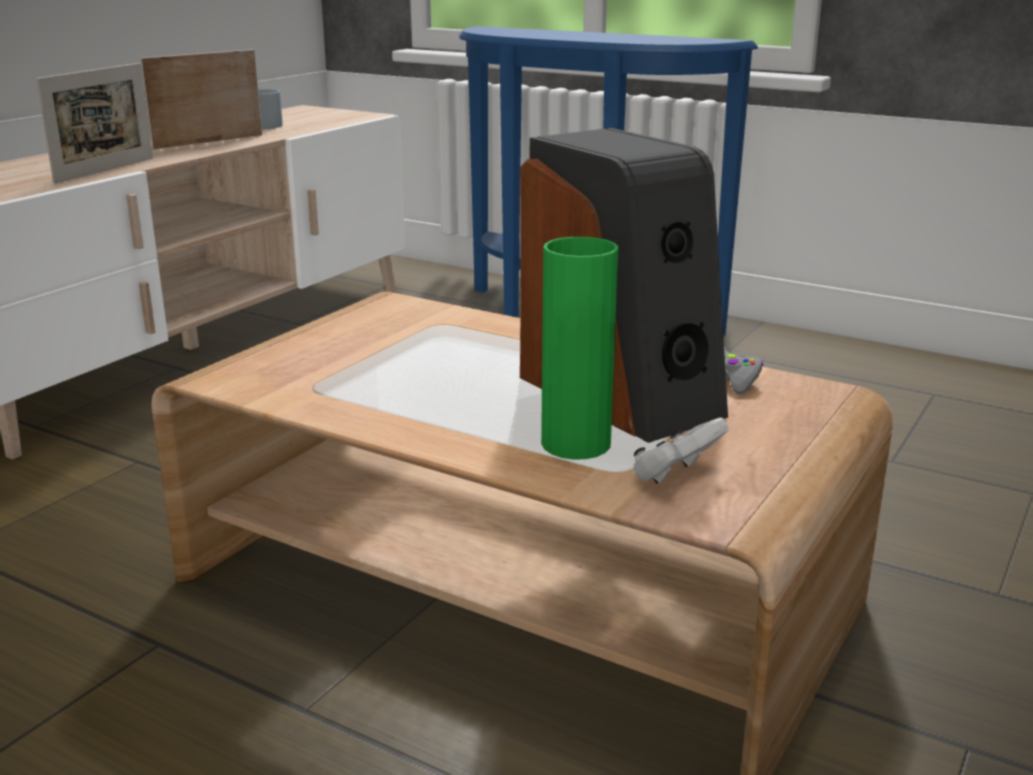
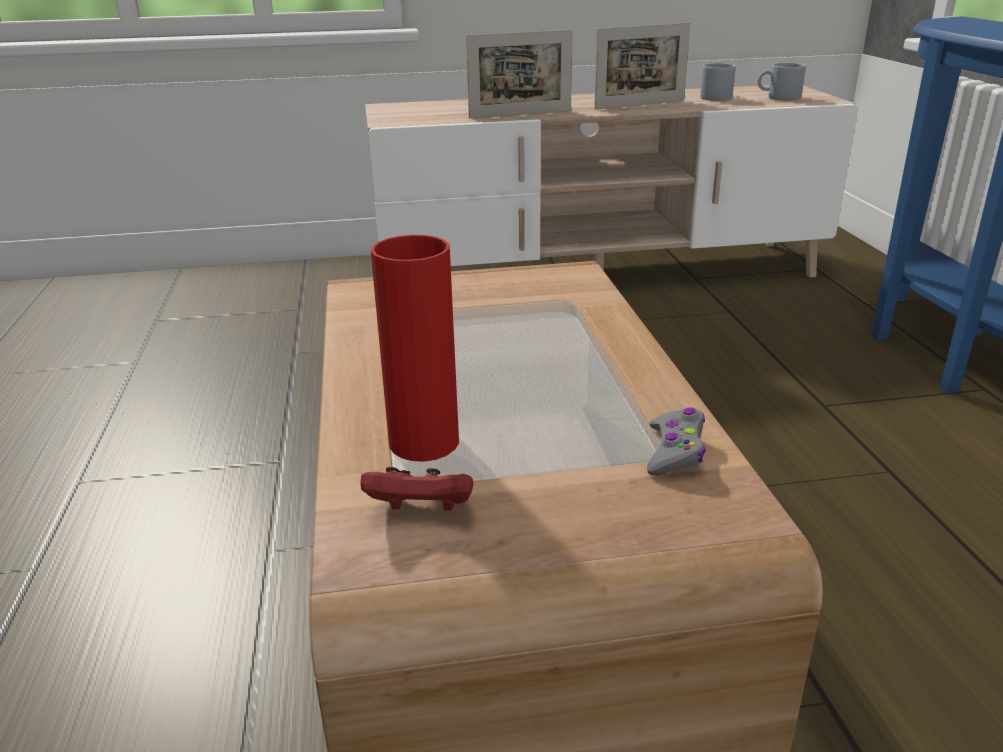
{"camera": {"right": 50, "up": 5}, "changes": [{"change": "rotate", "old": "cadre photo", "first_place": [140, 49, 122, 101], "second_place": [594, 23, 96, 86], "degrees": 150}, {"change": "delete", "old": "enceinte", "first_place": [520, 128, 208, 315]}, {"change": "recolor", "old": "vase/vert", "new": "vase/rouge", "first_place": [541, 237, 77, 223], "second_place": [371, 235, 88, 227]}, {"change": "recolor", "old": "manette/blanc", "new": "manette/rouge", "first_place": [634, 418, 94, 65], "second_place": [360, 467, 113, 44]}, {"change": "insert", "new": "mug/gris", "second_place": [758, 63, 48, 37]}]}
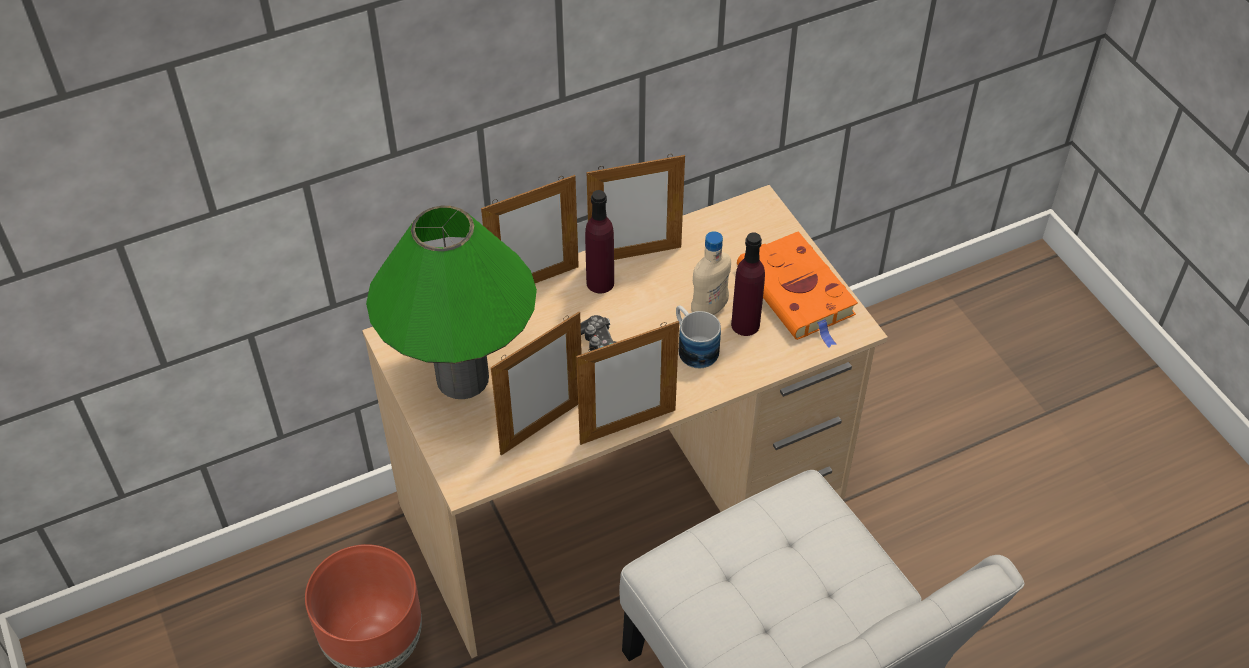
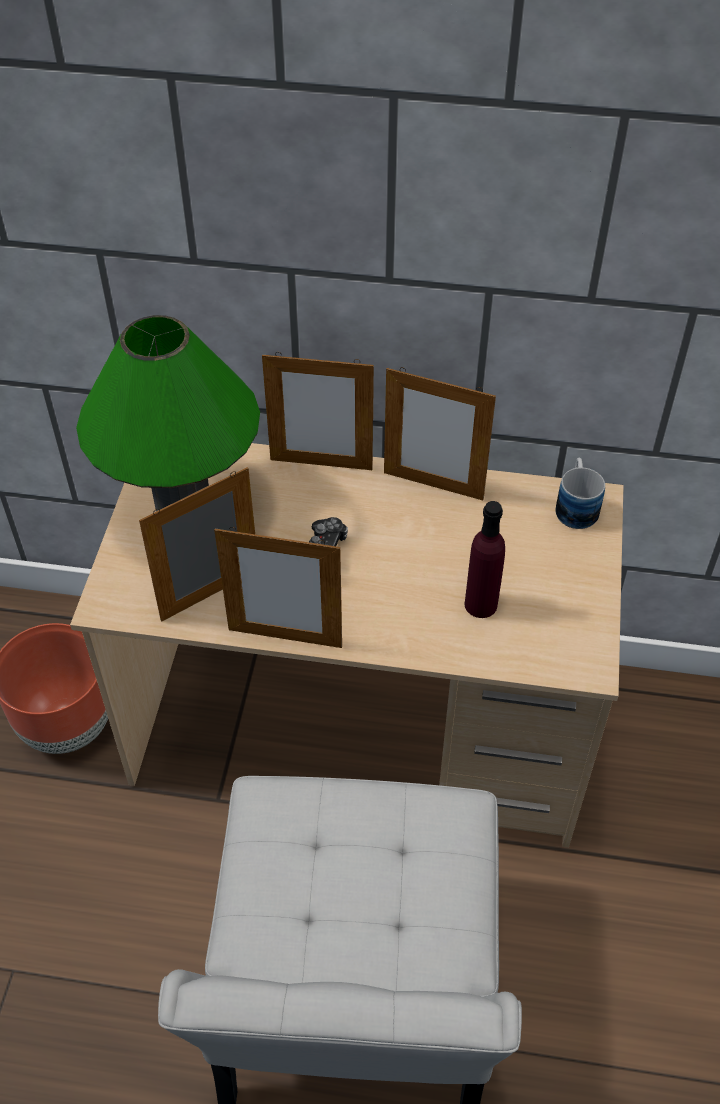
{"camera": {"right": 35, "up": 0}, "changes": [{"change": "rotate", "old": "cadre photo", "first_place": [491, 312, 91, 143], "second_place": [139, 467, 116, 155], "degrees": 150}, {"change": "delete", "old": "bouteille/violet", "first_place": [585, 190, 29, 103]}, {"change": "move", "old": "mug", "first_place": [676, 305, 45, 63], "second_place": [556, 458, 49, 71]}, {"change": "delete", "old": "bouteille/beige", "first_place": [691, 231, 40, 84]}, {"change": "delete", "old": "livre/orange", "first_place": [737, 231, 121, 117]}]}
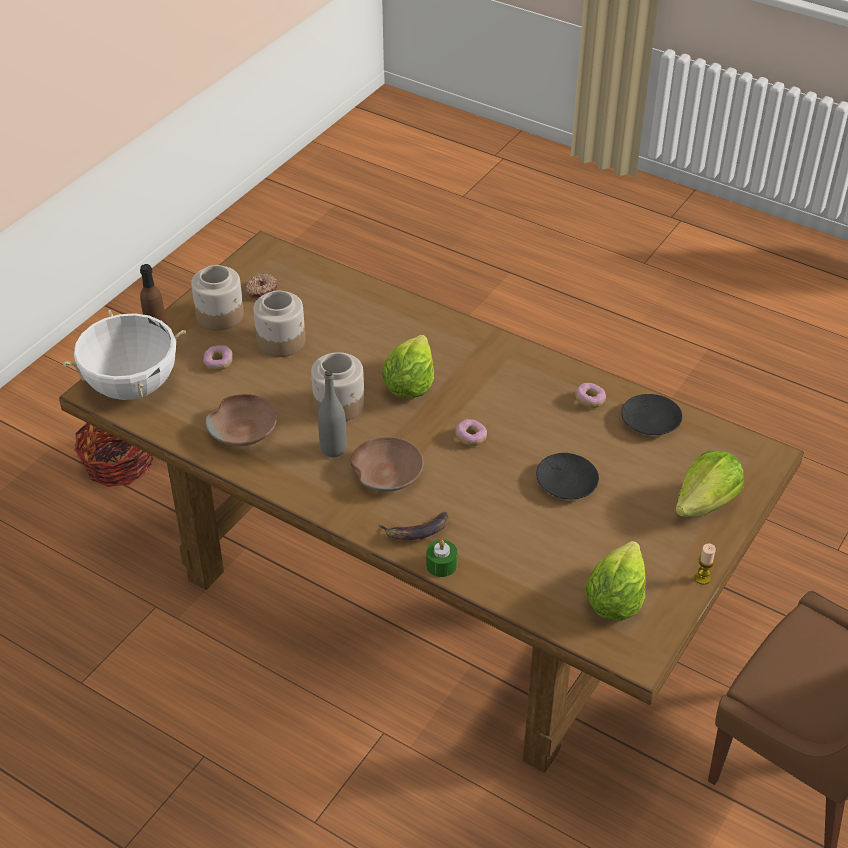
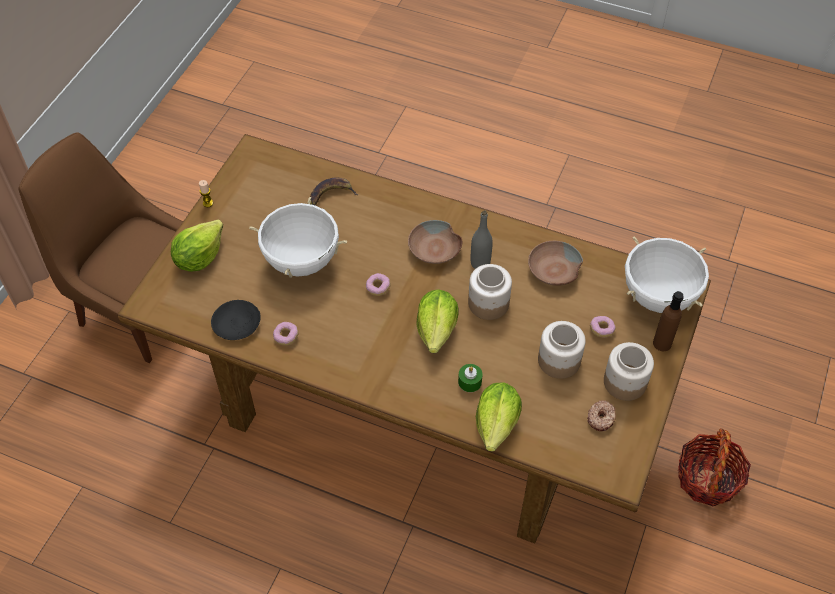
{"camera": {"right": 170, "up": 10}, "changes": [{"change": "move", "old": "banane", "first_place": [378, 512, 72, 28], "second_place": [310, 178, 48, 28]}, {"change": "move", "old": "bougie/vert", "first_place": [426, 540, 31, 37], "second_place": [458, 364, 25, 28]}, {"change": "replace", "old": "assiette/noir", "new": "marmite/blanc", "first_place": [536, 453, 63, 46], "second_place": [249, 197, 98, 81]}, {"change": "move", "old": "laitue", "first_place": [585, 541, 61, 80], "second_place": [476, 382, 46, 70]}]}
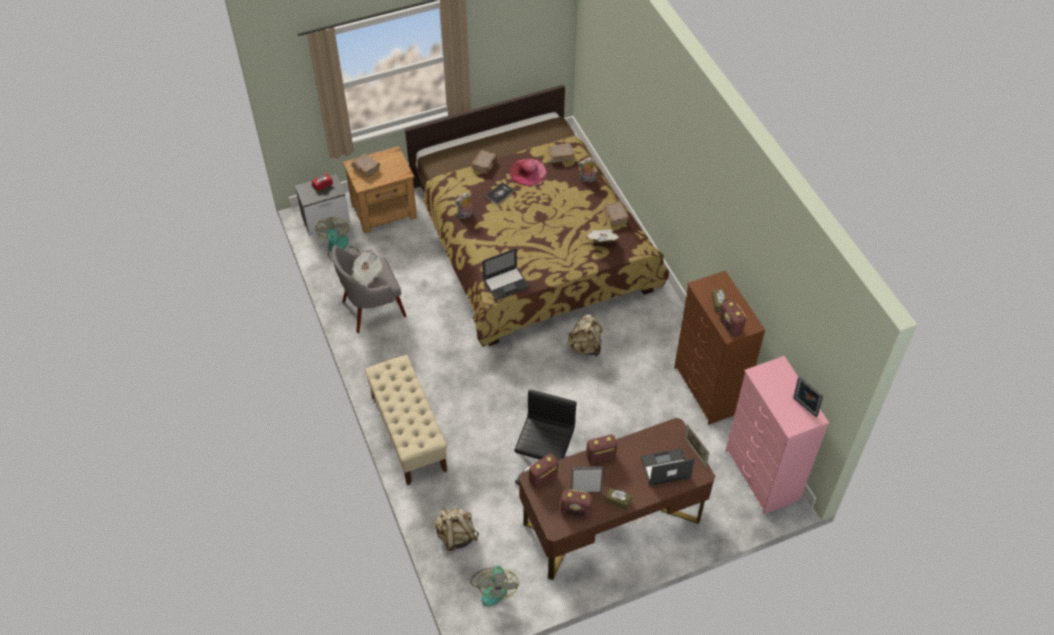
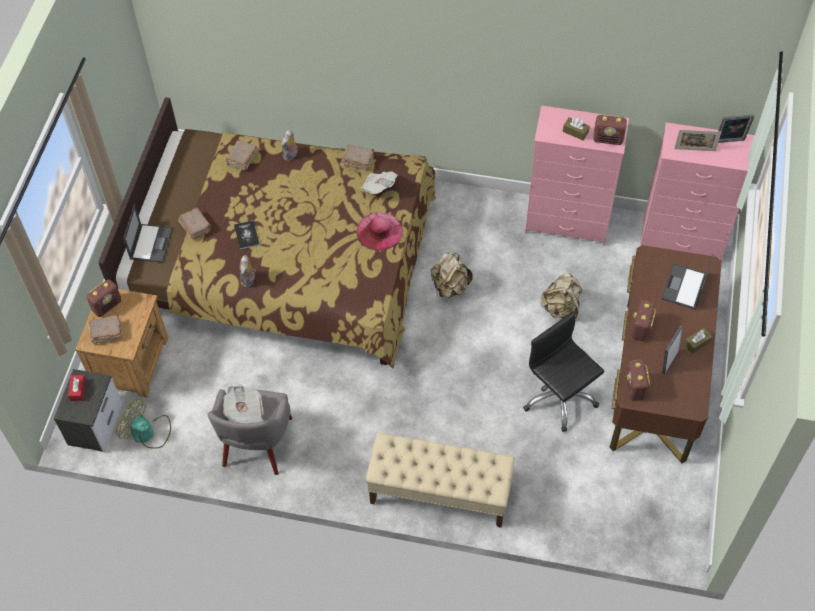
{"camera": {"right": -55, "up": 5}, "changes": [{"change": "move", "old": "sac à dos/beige", "first_place": [434, 507, 45, 44], "second_place": [541, 273, 41, 46]}, {"change": "delete", "old": "ventilateur", "first_place": [470, 566, 49, 40]}, {"change": "move", "old": "ordinateur portable", "first_place": [482, 248, 48, 52], "second_place": [123, 204, 50, 59]}, {"change": "move", "old": "chapeau/rose", "first_place": [509, 159, 38, 27], "second_place": [357, 212, 46, 39]}, {"change": "move", "old": "radio", "first_place": [561, 489, 31, 29], "second_place": [86, 280, 35, 37]}, {"change": "recolor", "old": "commode/marron", "new": "commode/rose", "first_place": [674, 271, 92, 154], "second_place": [525, 106, 104, 140]}, {"change": "move", "old": "cadre photo", "first_place": [684, 423, 26, 44], "second_place": [674, 129, 47, 22]}]}
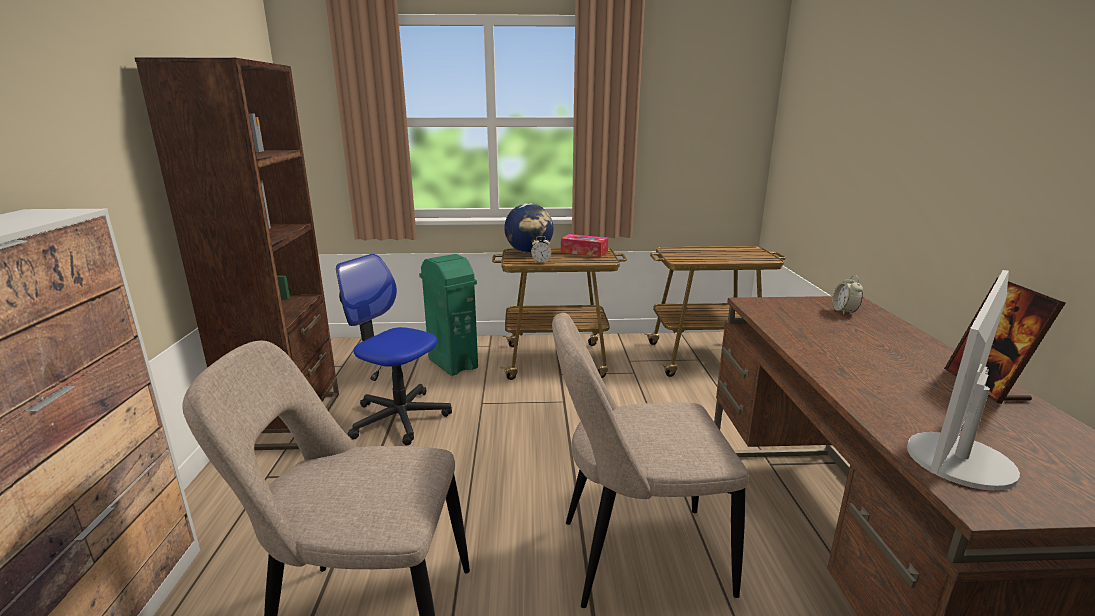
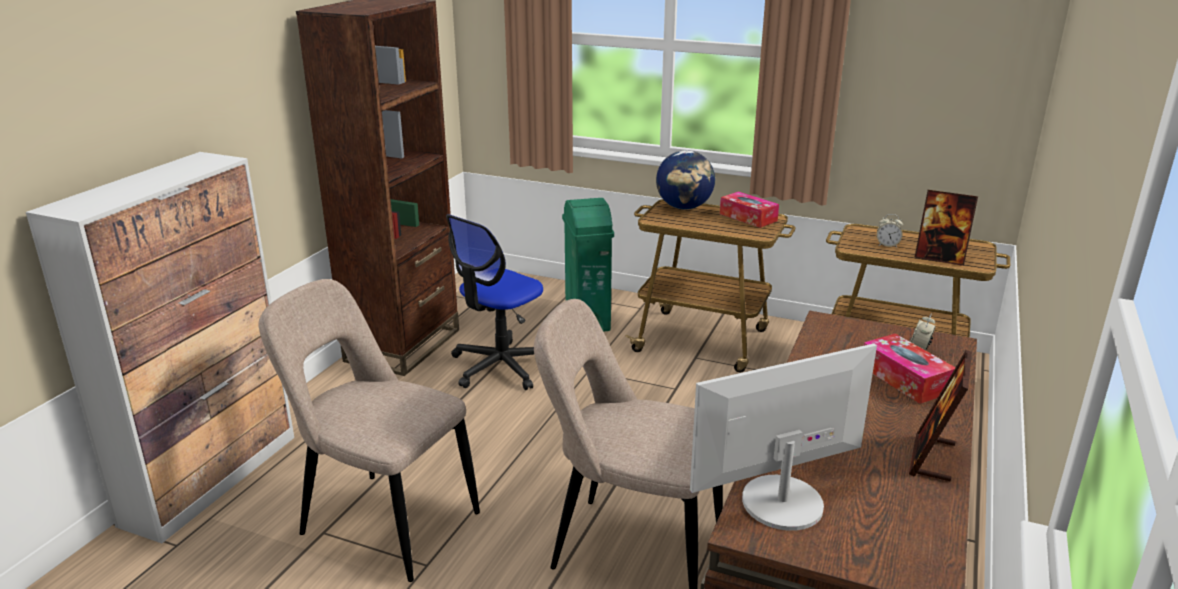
{"camera": {"right": 25, "up": 5}, "changes": [{"change": "rotate", "old": "chaise de bureau", "first_place": [336, 254, 116, 191], "second_place": [446, 214, 97, 176], "degrees": -105}, {"change": "move", "old": "réveil", "first_place": [531, 236, 20, 27], "second_place": [877, 214, 26, 34]}, {"change": "insert", "new": "boîte à mouchoirs", "second_place": [863, 334, 92, 70]}, {"change": "insert", "new": "cadre photo", "second_place": [914, 190, 64, 76]}]}
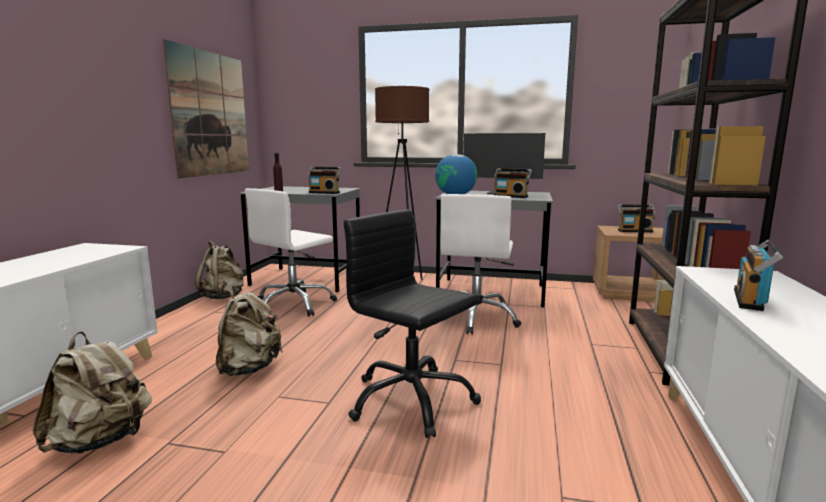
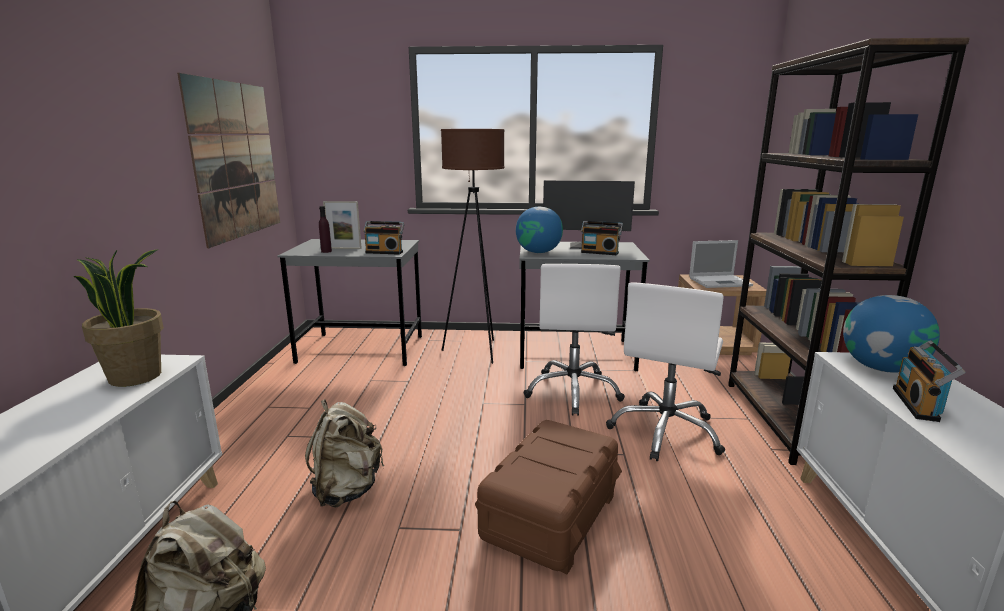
{"camera": {"right": -10, "up": 5}, "changes": [{"change": "delete", "old": "sac à dos/beige", "first_place": [195, 240, 49, 59]}, {"change": "move", "old": "chaise de bureau/blanc", "first_place": [245, 188, 92, 129], "second_place": [606, 282, 119, 180]}, {"change": "replace", "old": "chaise de bureau/noir", "new": "boîte de rangement/marron", "first_place": [344, 210, 137, 228], "second_place": [475, 420, 147, 154]}, {"change": "replace", "old": "radio", "new": "ordinateur portable", "first_place": [617, 204, 38, 28], "second_place": [689, 240, 64, 48]}, {"change": "insert", "new": "plante en pot", "second_place": [73, 249, 91, 138]}, {"change": "insert", "new": "cadre photo", "second_place": [323, 201, 39, 48]}, {"change": "insert", "new": "globe", "second_place": [843, 295, 97, 78]}]}
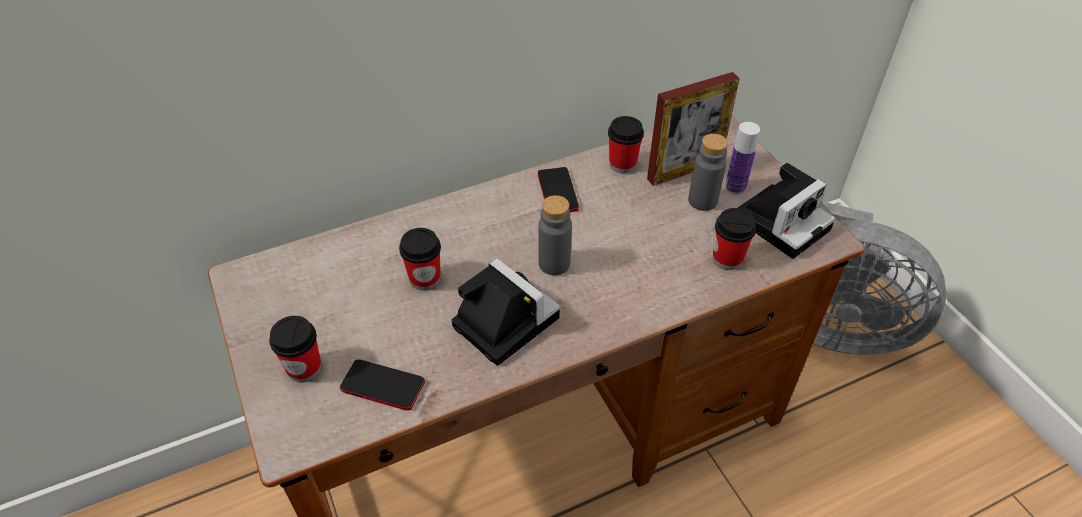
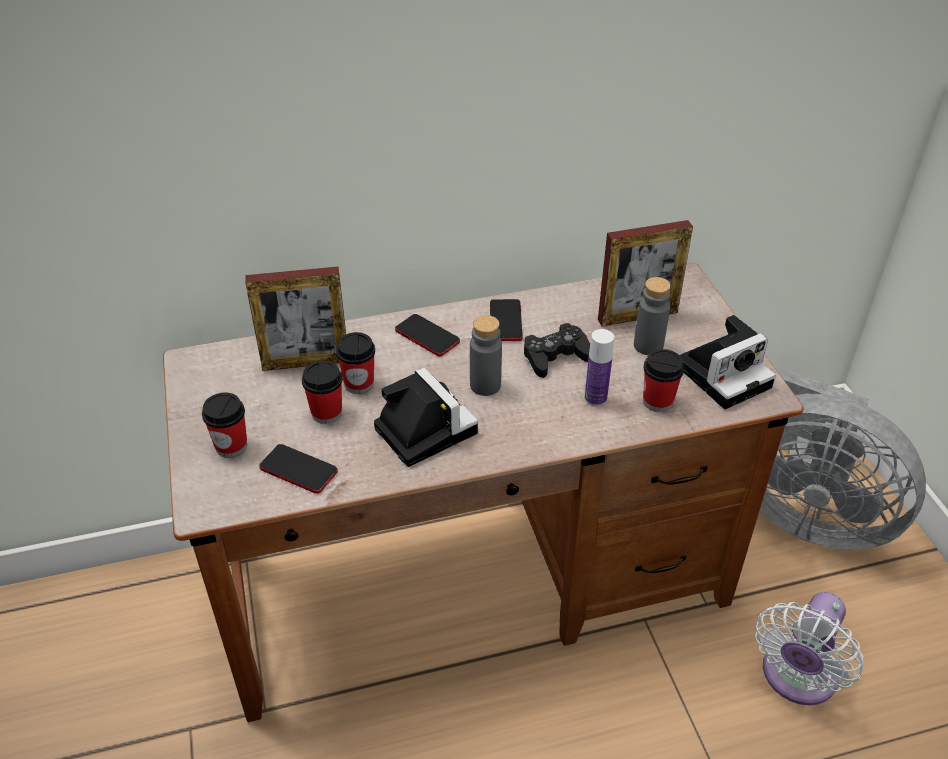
{"camera": {"right": 10, "up": -5}, "changes": [{"change": "move", "old": "tasse", "first_place": [608, 116, 36, 57], "second_place": [302, 360, 41, 64]}, {"change": "move", "old": "bouteille", "first_place": [725, 122, 35, 73], "second_place": [585, 329, 29, 77]}, {"change": "insert", "new": "cadre photo", "second_place": [245, 267, 101, 104]}, {"change": "insert", "new": "téléphone", "second_place": [395, 314, 65, 43]}, {"change": "insert", "new": "manette/noir", "second_place": [524, 323, 66, 55]}, {"change": "insert", "new": "ventilateur/blanc", "second_place": [755, 592, 109, 113]}]}
